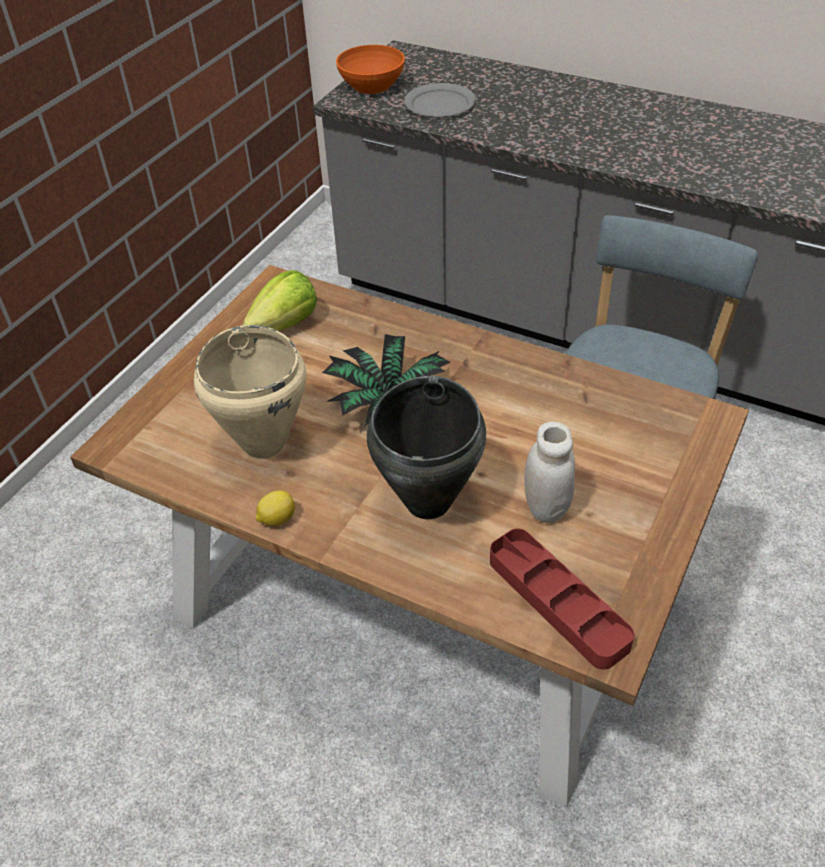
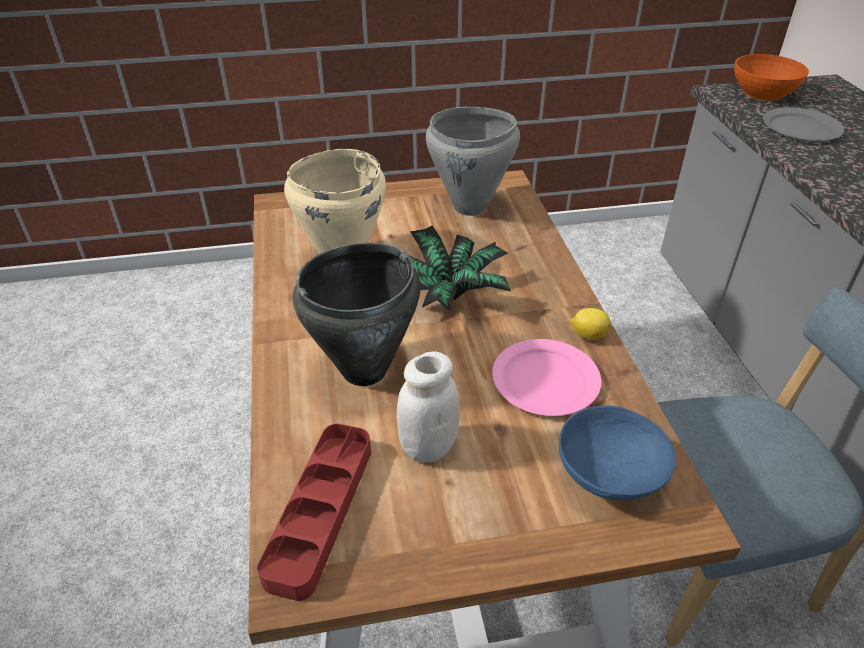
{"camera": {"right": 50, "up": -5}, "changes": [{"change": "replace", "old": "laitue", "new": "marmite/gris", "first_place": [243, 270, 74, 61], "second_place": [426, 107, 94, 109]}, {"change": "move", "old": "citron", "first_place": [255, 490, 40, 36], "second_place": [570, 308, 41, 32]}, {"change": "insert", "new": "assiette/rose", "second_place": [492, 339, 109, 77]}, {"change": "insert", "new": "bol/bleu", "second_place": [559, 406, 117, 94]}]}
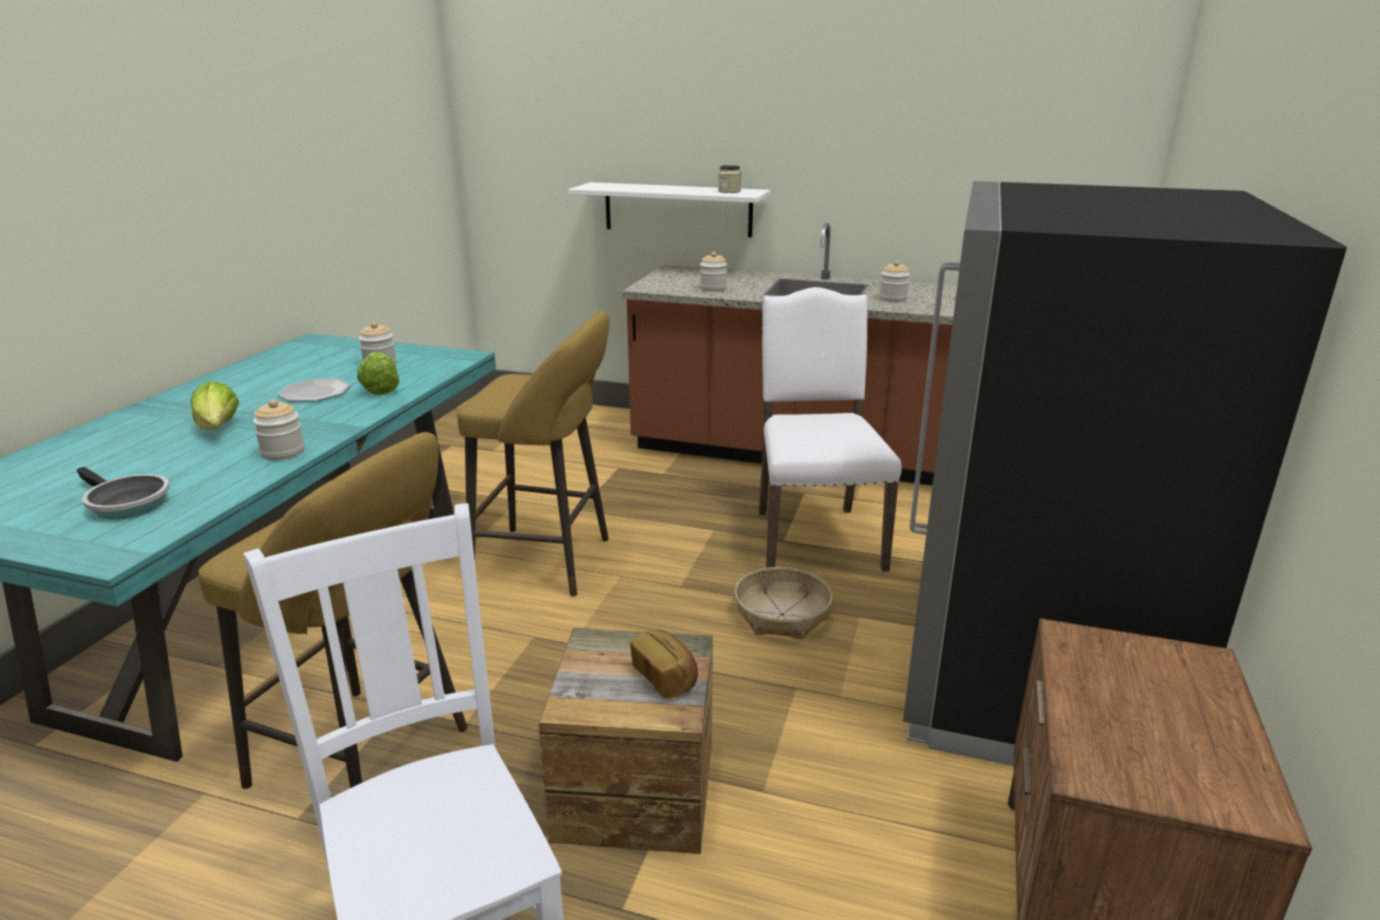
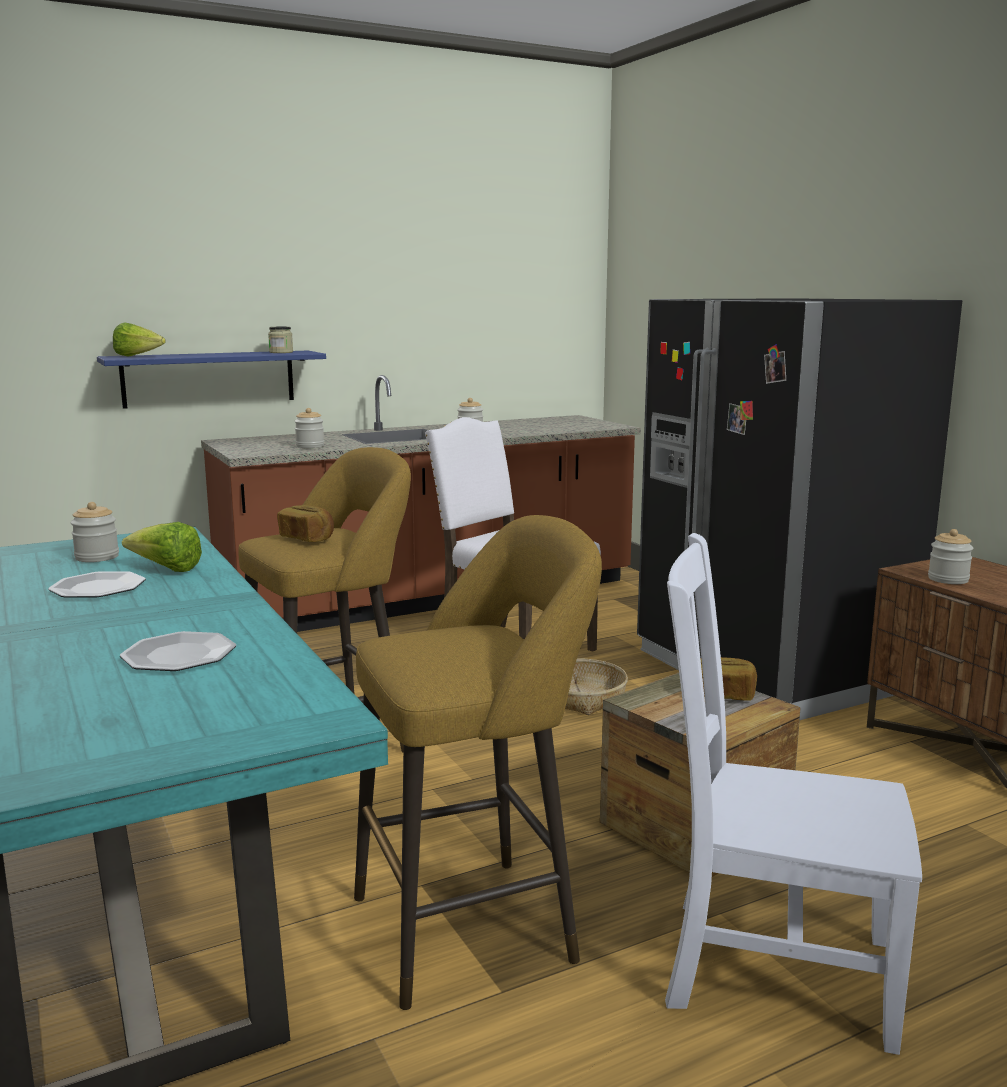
{"camera": {"right": -45, "up": -10}, "changes": [{"change": "delete", "old": "poêle", "first_place": [77, 467, 93, 52]}, {"change": "move", "old": "laitue", "first_place": [191, 381, 48, 49], "second_place": [113, 322, 53, 35]}, {"change": "move", "old": "bocal", "first_place": [253, 399, 52, 61], "second_place": [928, 529, 45, 55]}, {"change": "recolor", "old": "étagère/blanc", "new": "étagère/bleu", "first_place": [568, 182, 203, 55], "second_place": [97, 351, 229, 58]}, {"change": "insert", "new": "assiette", "second_place": [120, 631, 116, 40]}, {"change": "insert", "new": "pain", "second_place": [277, 505, 57, 37]}]}
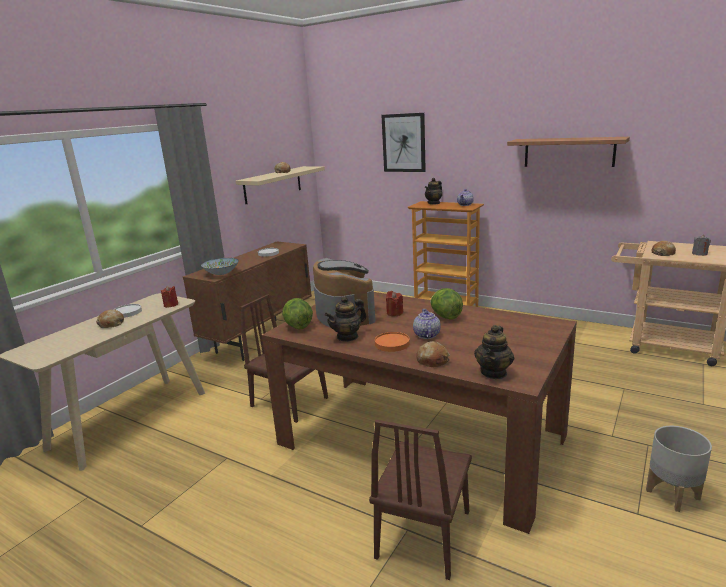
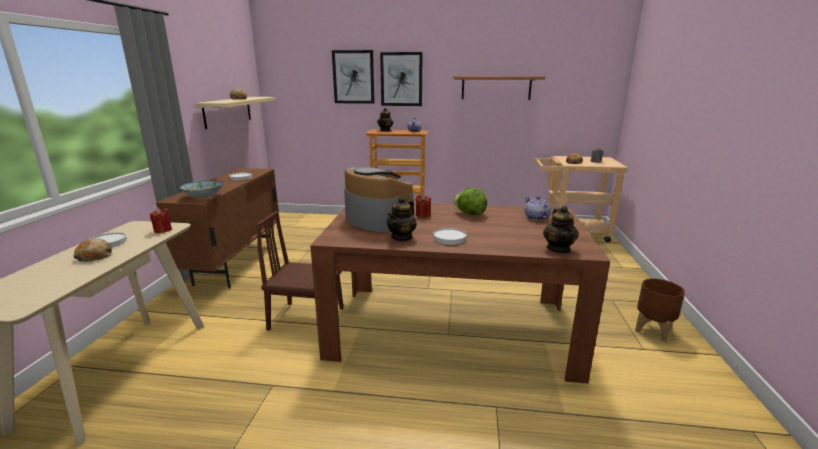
{"camera": {"right": -25, "up": 0}, "changes": [{"change": "delete", "old": "laitue", "first_place": [282, 298, 31, 31]}, {"change": "delete", "old": "chaise/marron", "first_place": [369, 420, 103, 160]}, {"change": "recolor", "old": "assiette/orange", "new": "assiette/blanc", "first_place": [375, 332, 35, 20], "second_place": [433, 228, 34, 17]}, {"change": "move", "old": "théière", "first_place": [413, 309, 28, 30], "second_place": [525, 196, 27, 24]}, {"change": "delete", "old": "pain", "first_place": [416, 341, 34, 26]}, {"change": "recolor", "old": "cache-pot/gris", "new": "cache-pot/marron", "first_place": [646, 426, 66, 86], "second_place": [635, 278, 50, 64]}, {"change": "insert", "new": "tableau", "second_place": [380, 52, 43, 54]}]}
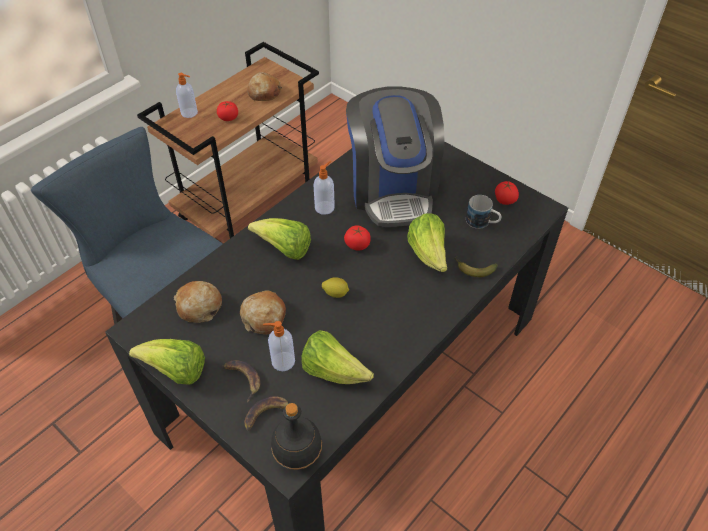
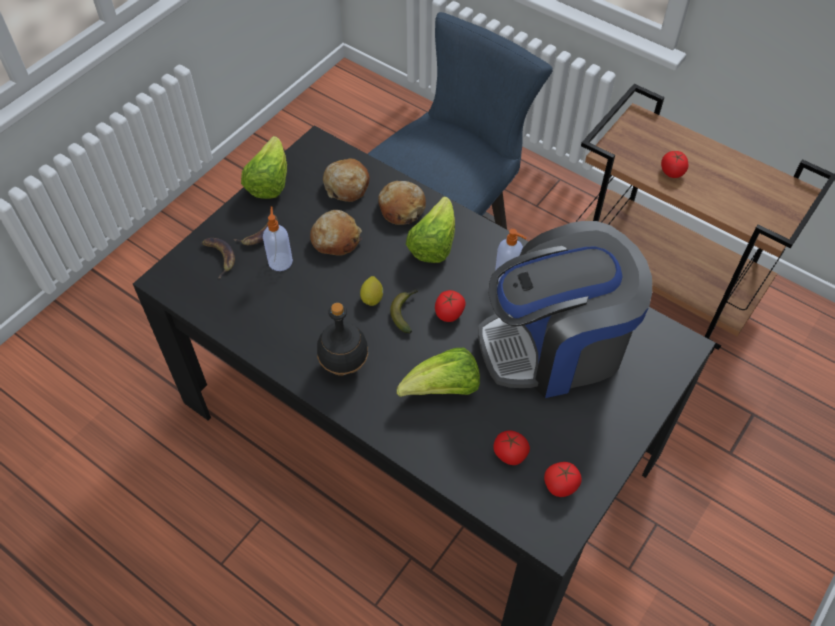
{"camera": {"right": 85, "up": 5}, "changes": [{"change": "delete", "old": "distributeur de savon", "first_place": [176, 73, 22, 45]}, {"change": "move", "old": "pain", "first_place": [248, 72, 34, 29], "second_place": [378, 181, 48, 44]}, {"change": "move", "old": "bouteille/noir", "first_place": [271, 403, 51, 67], "second_place": [317, 303, 51, 73]}, {"change": "delete", "old": "laitue", "first_place": [301, 330, 73, 54]}, {"change": "move", "old": "banane", "first_place": [454, 256, 44, 21], "second_place": [390, 290, 28, 43]}, {"change": "replace", "old": "mug", "new": "tomate", "first_place": [466, 195, 35, 34], "second_place": [493, 431, 37, 34]}]}
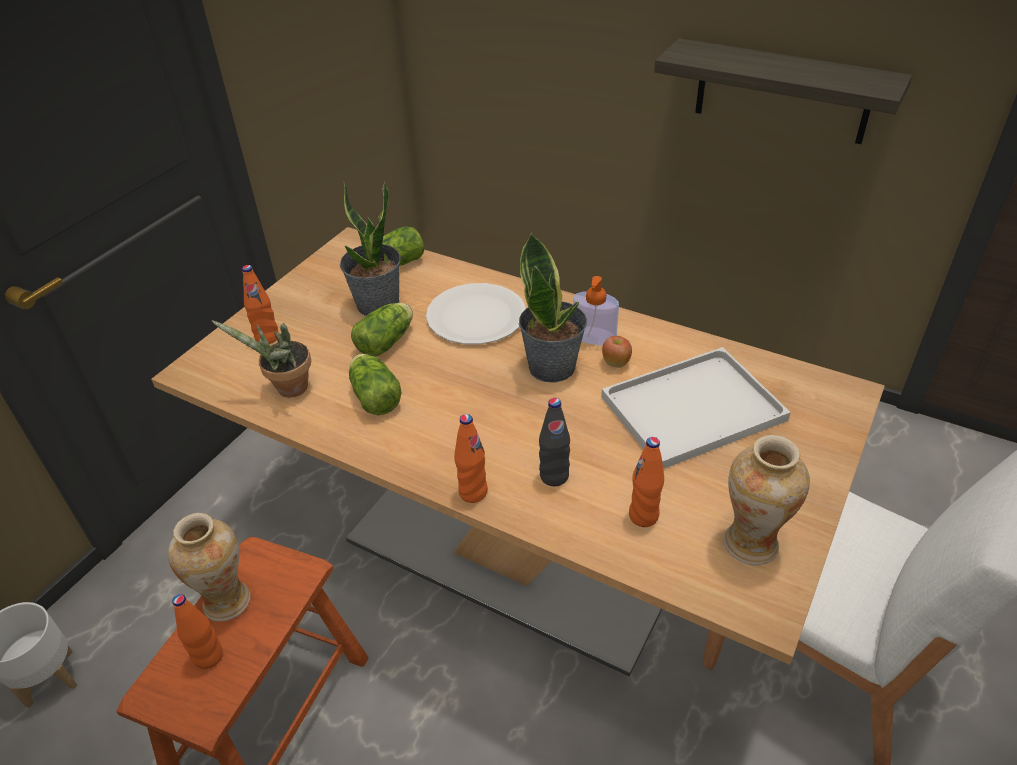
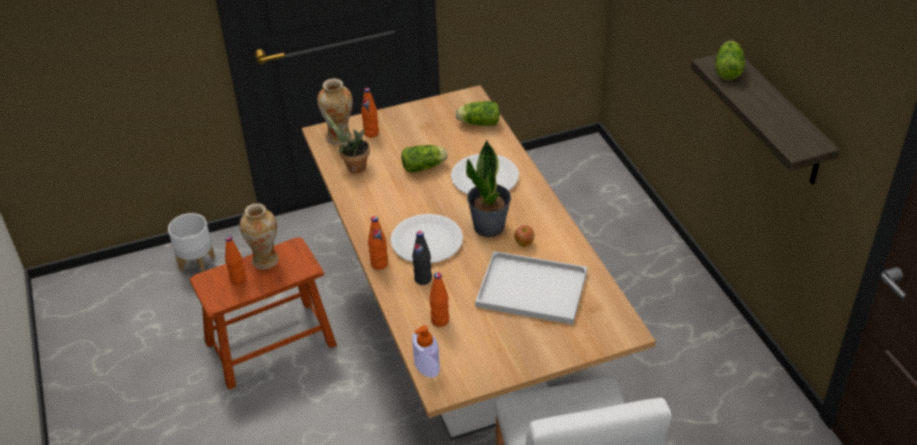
{"camera": {"right": 40, "up": 0}, "changes": [{"change": "delete", "old": "plante en pot", "first_place": [340, 181, 61, 135]}, {"change": "move", "old": "laitue", "first_place": [349, 354, 53, 61], "second_place": [715, 41, 30, 39]}, {"change": "move", "old": "distributeur de savon", "first_place": [573, 276, 46, 69], "second_place": [412, 325, 28, 53]}, {"change": "move", "old": "vase", "first_place": [724, 435, 86, 130], "second_place": [317, 79, 36, 66]}, {"change": "insert", "new": "assiette/blanc", "second_place": [390, 214, 73, 49]}]}
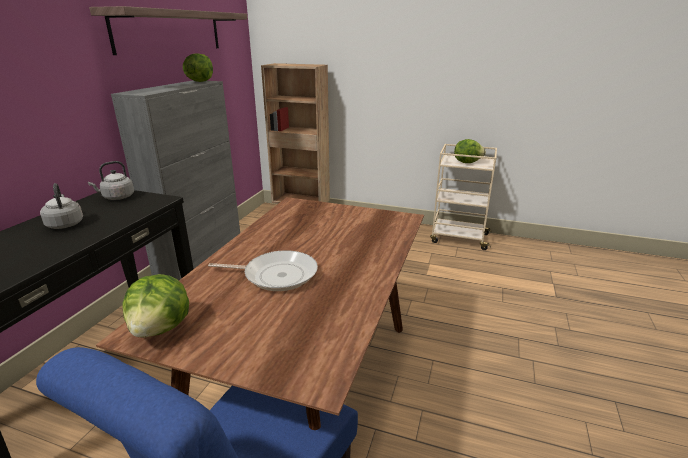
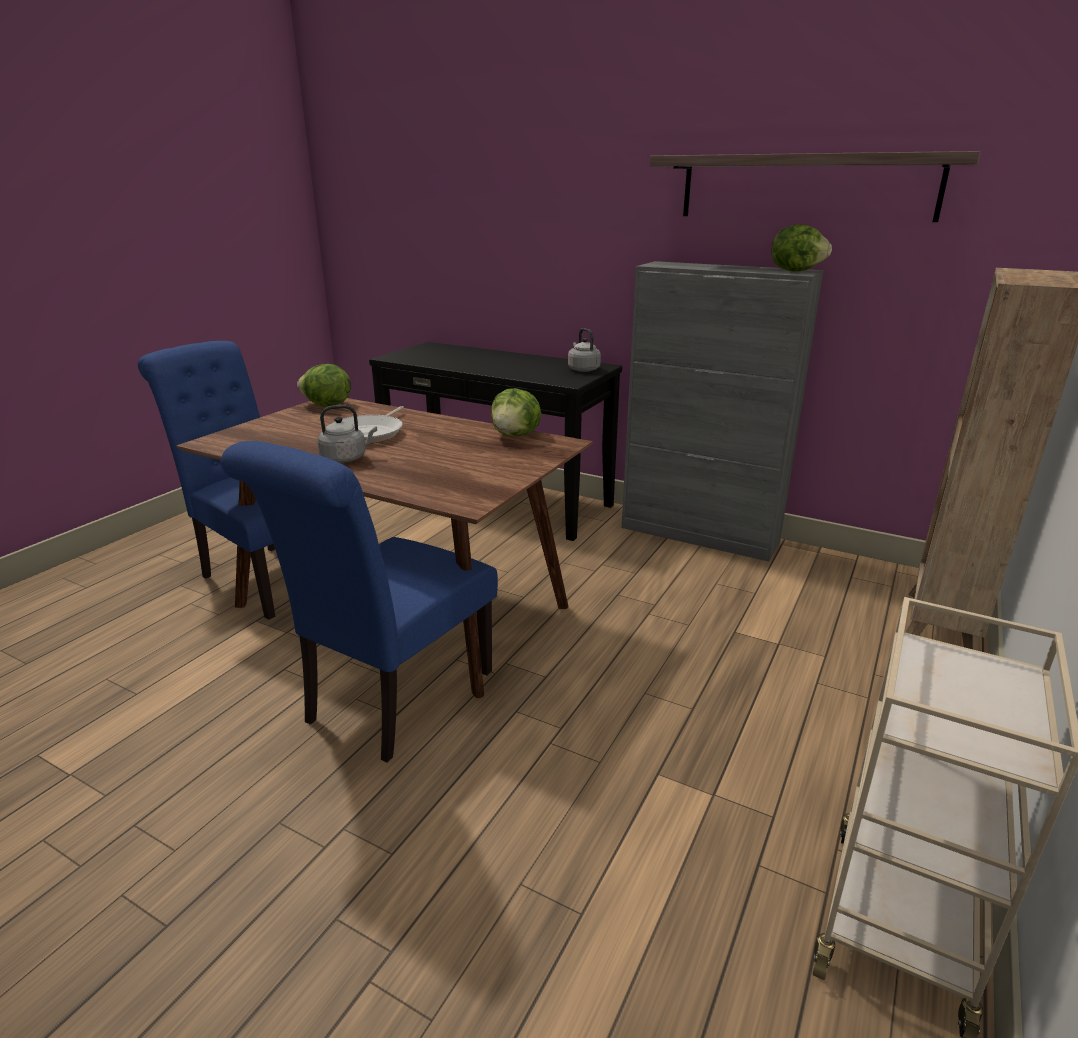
{"camera": {"right": 100, "up": 0}, "changes": [{"change": "move", "old": "bouilloire/gris", "first_place": [40, 183, 43, 46], "second_place": [317, 405, 60, 58]}, {"change": "move", "old": "laitue", "first_place": [454, 139, 32, 24], "second_place": [491, 388, 50, 48]}, {"change": "insert", "new": "chaise/bleu", "second_place": [221, 441, 277, 322]}]}
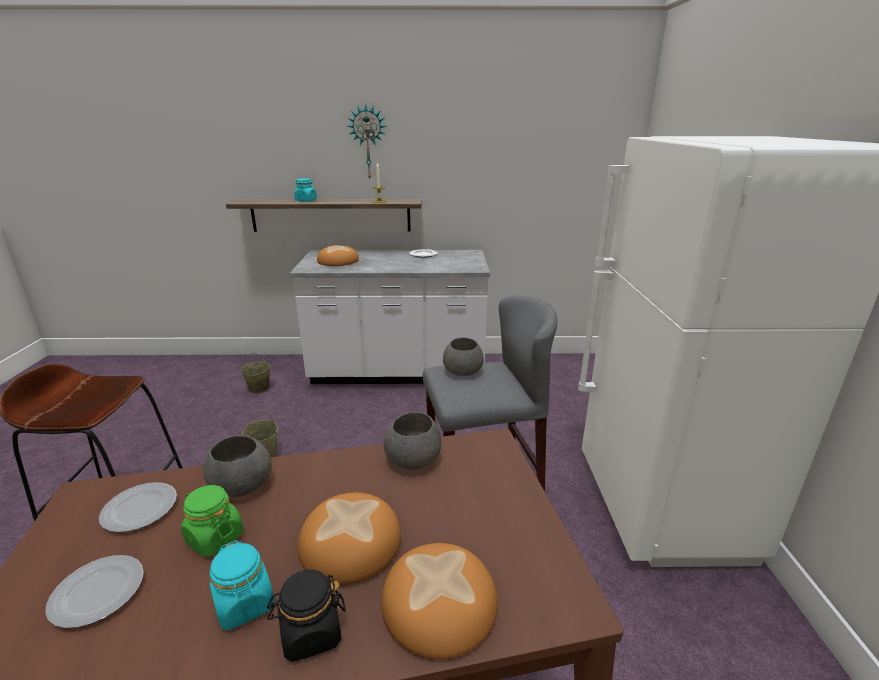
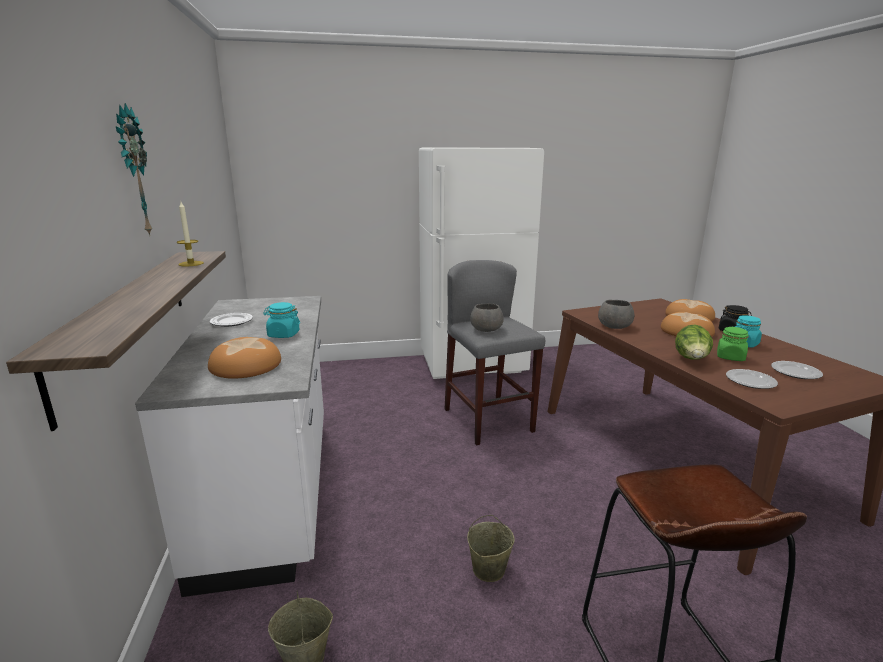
{"camera": {"right": -100, "up": -5}, "changes": [{"change": "replace", "old": "bol/gris", "new": "laitue", "first_place": [203, 435, 69, 62], "second_place": [675, 324, 38, 36]}, {"change": "move", "old": "bocal/turquoise", "first_place": [294, 179, 23, 23], "second_place": [263, 302, 37, 36]}]}
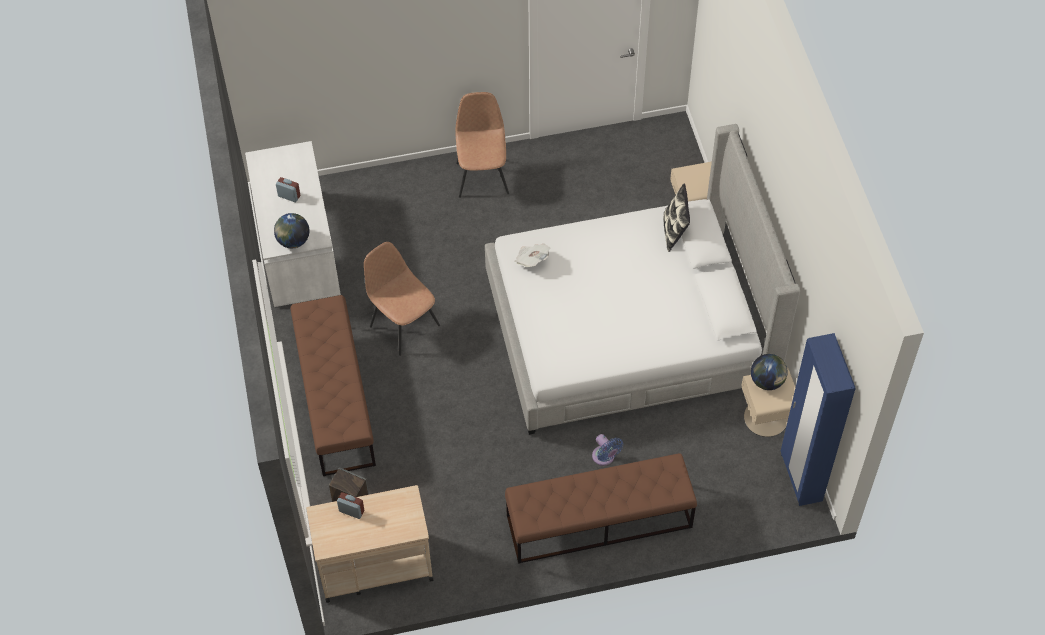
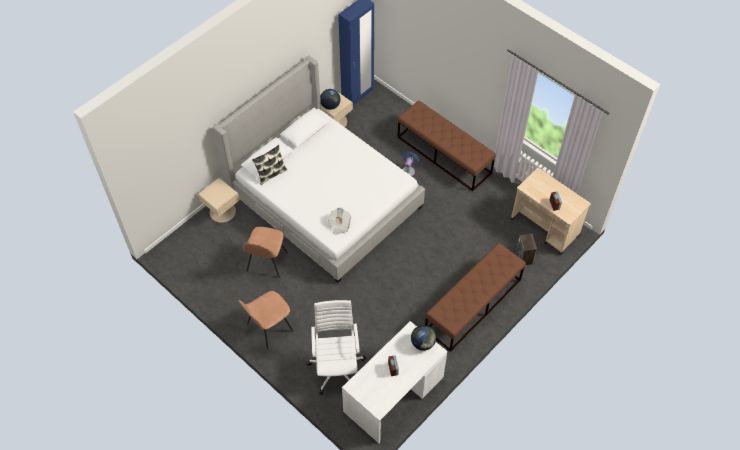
{"camera": {"right": -125, "up": 0}, "changes": [{"change": "move", "old": "chaise/marron", "first_place": [364, 242, 76, 114], "second_place": [243, 227, 45, 51]}, {"change": "insert", "new": "chaise de bureau/blanc", "second_place": [306, 300, 60, 95]}]}
